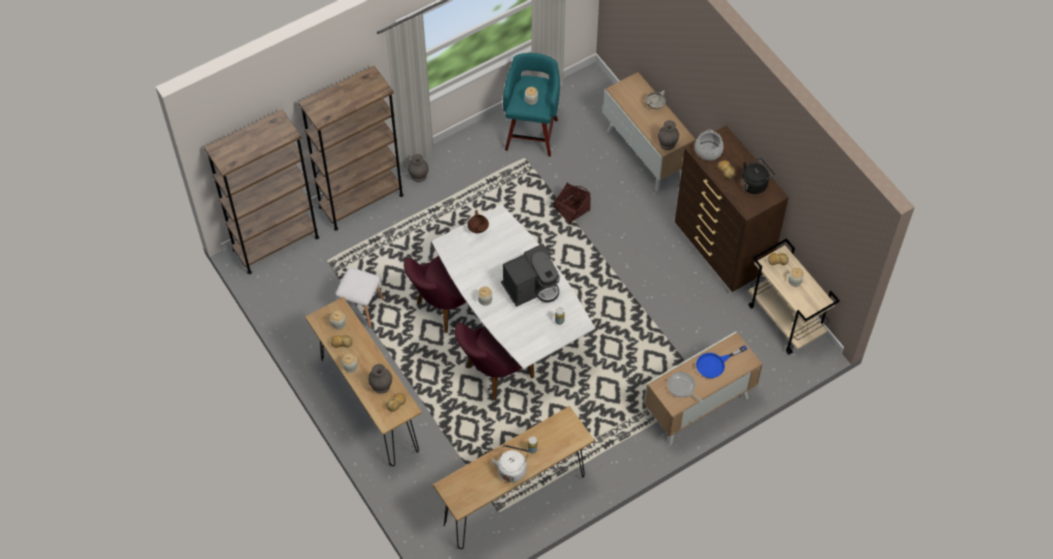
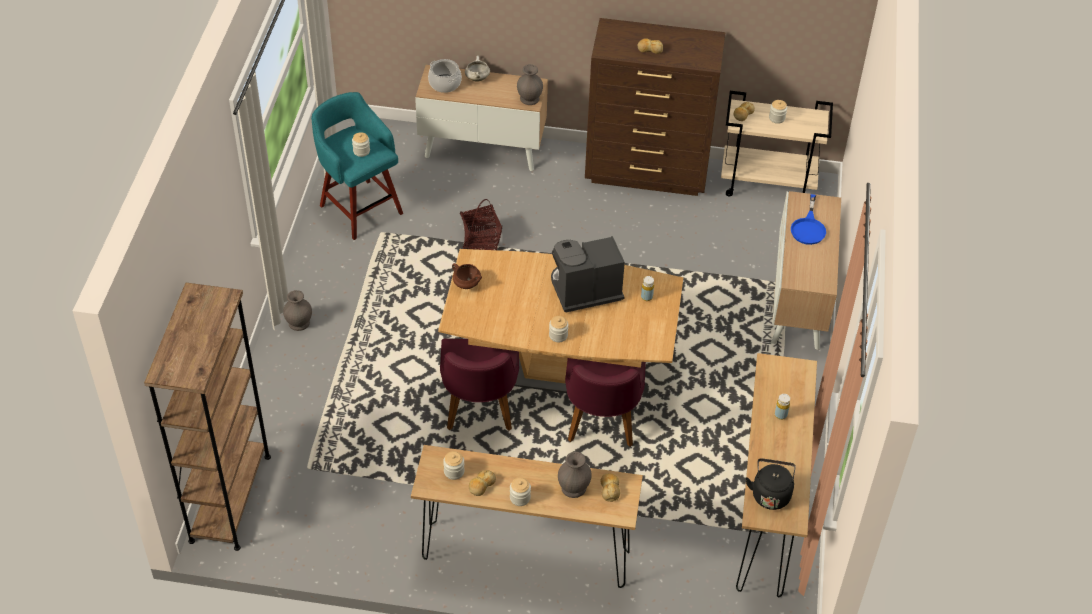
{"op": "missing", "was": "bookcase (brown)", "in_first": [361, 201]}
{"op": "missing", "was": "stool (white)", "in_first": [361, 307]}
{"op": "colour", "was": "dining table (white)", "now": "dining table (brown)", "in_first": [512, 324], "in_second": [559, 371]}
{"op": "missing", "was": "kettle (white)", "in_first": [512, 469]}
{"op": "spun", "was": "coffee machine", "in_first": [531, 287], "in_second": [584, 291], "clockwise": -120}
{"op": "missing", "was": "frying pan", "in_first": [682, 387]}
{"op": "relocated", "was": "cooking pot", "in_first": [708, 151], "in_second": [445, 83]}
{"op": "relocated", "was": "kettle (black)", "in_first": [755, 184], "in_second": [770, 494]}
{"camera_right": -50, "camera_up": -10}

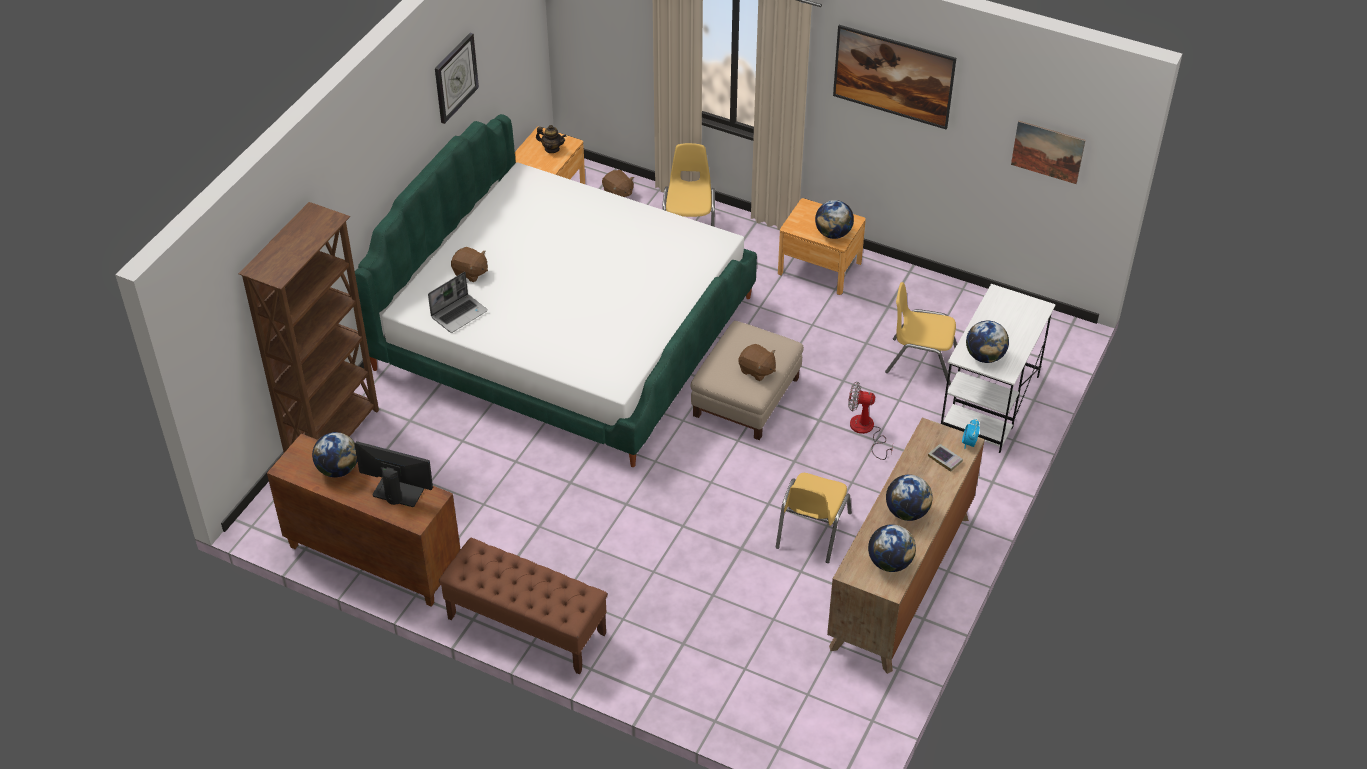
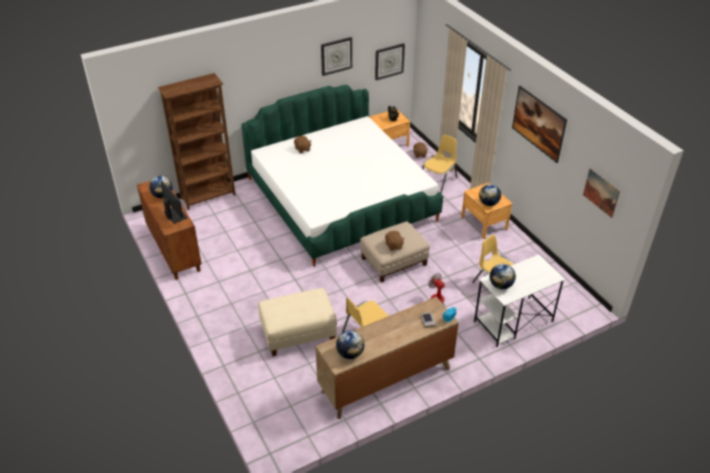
{"op": "missing", "was": "laptop", "in_first": [459, 314]}
{"op": "missing", "was": "bench (brown)", "in_first": [526, 626]}
{"op": "missing", "was": "globe", "in_first": [907, 512]}
{"op": "appeared", "now": "ottoman (beige)", "in_second": [298, 334]}
{"op": "appeared", "now": "wall clock", "in_second": [389, 61]}
{"camera_right": 35, "camera_up": -5}

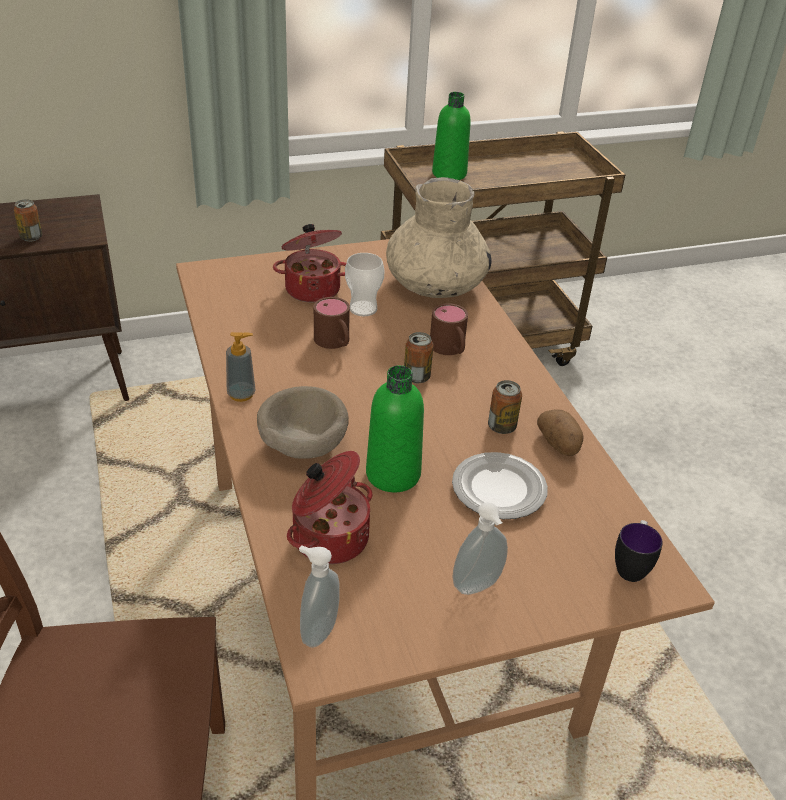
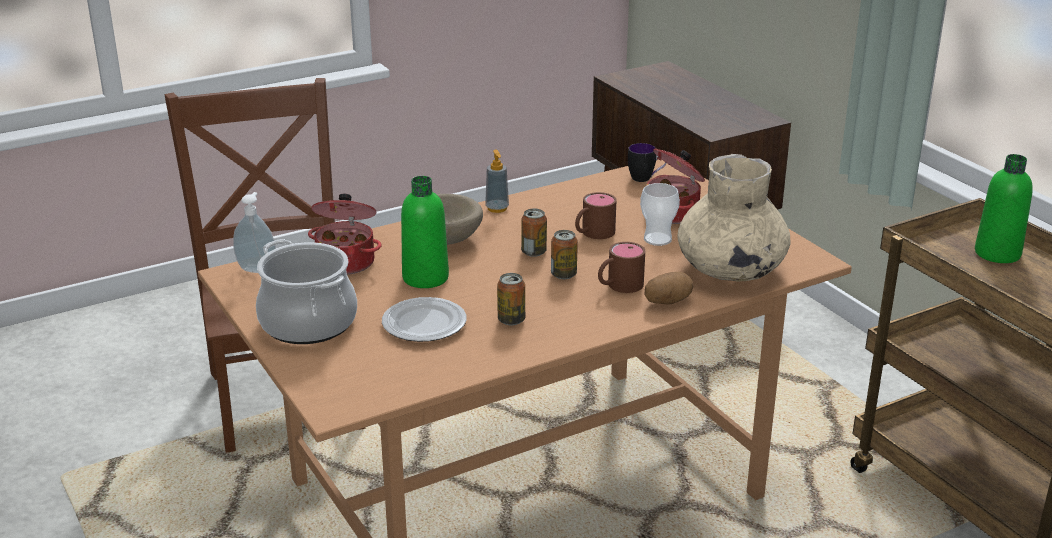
{"op": "relocated", "was": "can", "in_first": [31, 237], "in_second": [534, 252]}
{"op": "exchanged", "was": "soap dispenser", "now": "cooking pot", "in_first": [478, 587], "in_second": [309, 323]}
{"op": "relocated", "was": "potato", "in_first": [559, 445], "in_second": [667, 301]}
{"op": "relocated", "was": "mug", "in_first": [631, 566], "in_second": [646, 179]}
{"camera_right": 80, "camera_up": -10}

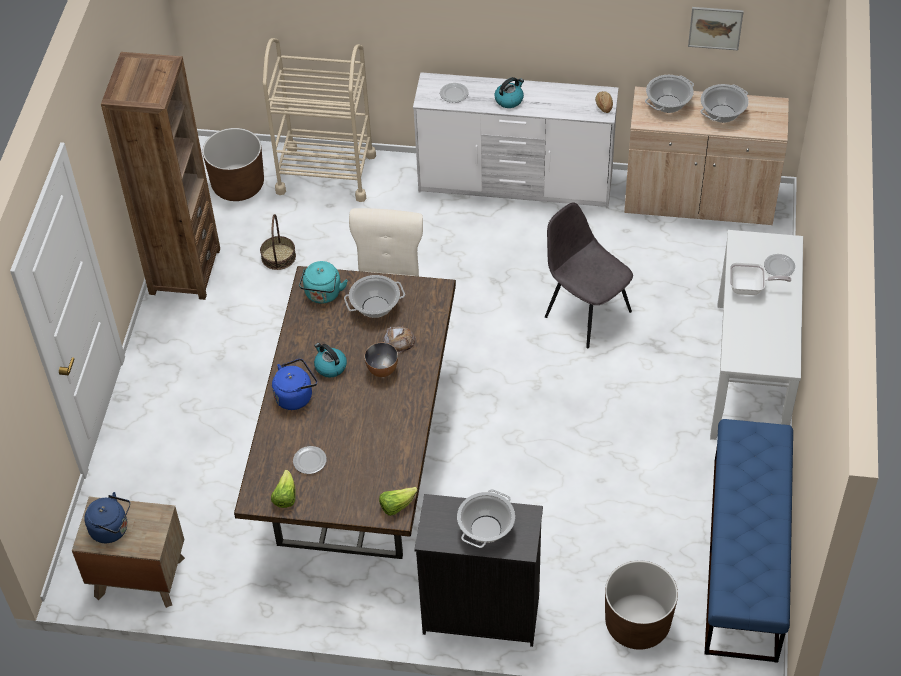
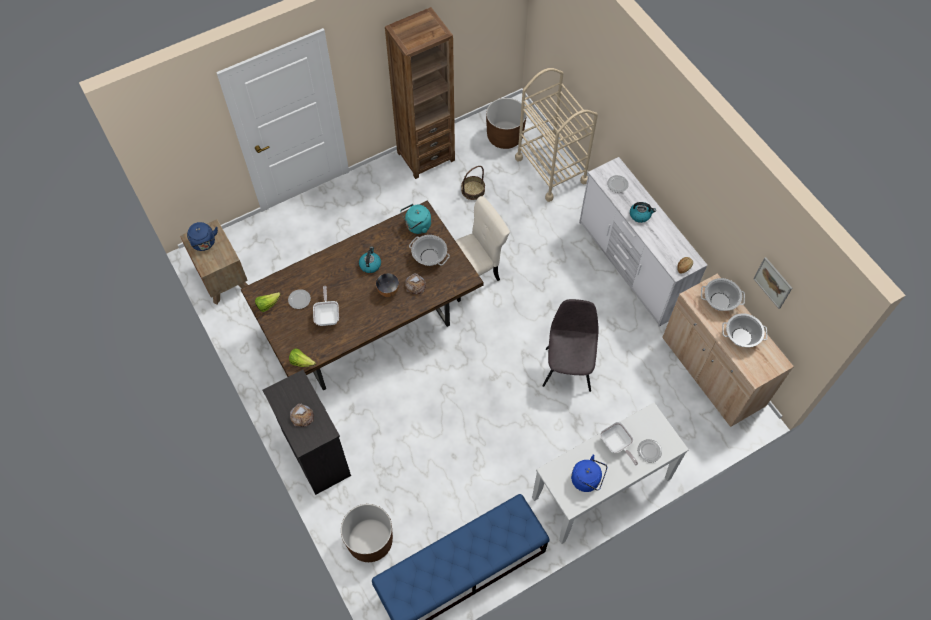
{"op": "relocated", "was": "kettle (blue)", "in_first": [296, 396], "in_second": [587, 480]}
{"op": "exchanged", "was": "cooking pot", "now": "bread", "in_first": [486, 528], "in_second": [302, 416]}
{"op": "appeared", "now": "frying pan", "in_second": [327, 315]}
{"camera_right": 50, "camera_up": 10}

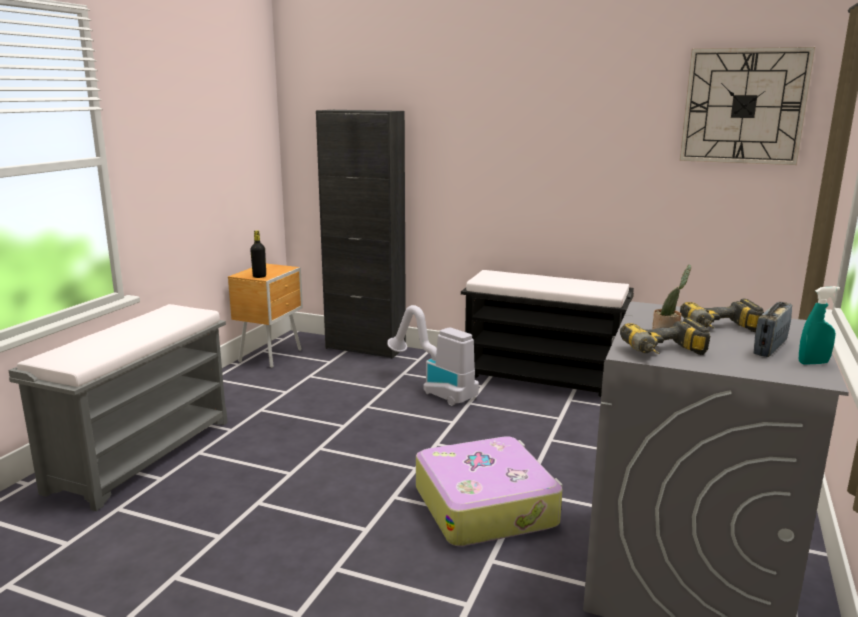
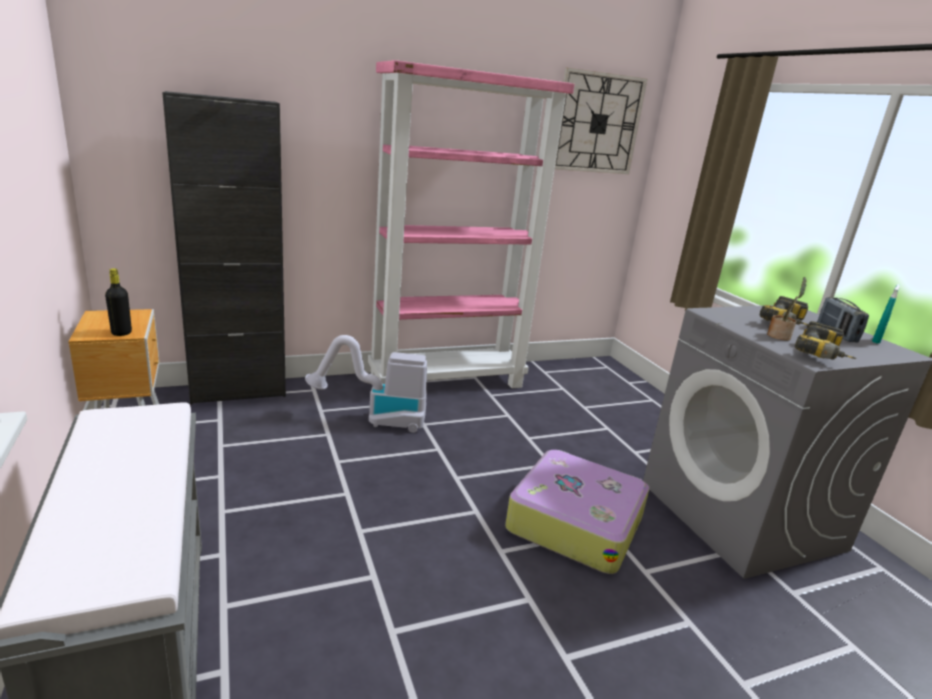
{"op": "exchanged", "was": "bench (black)", "now": "bookcase (pink)", "in_first": [543, 380], "in_second": [447, 382]}
{"camera_right": -45, "camera_up": 5}

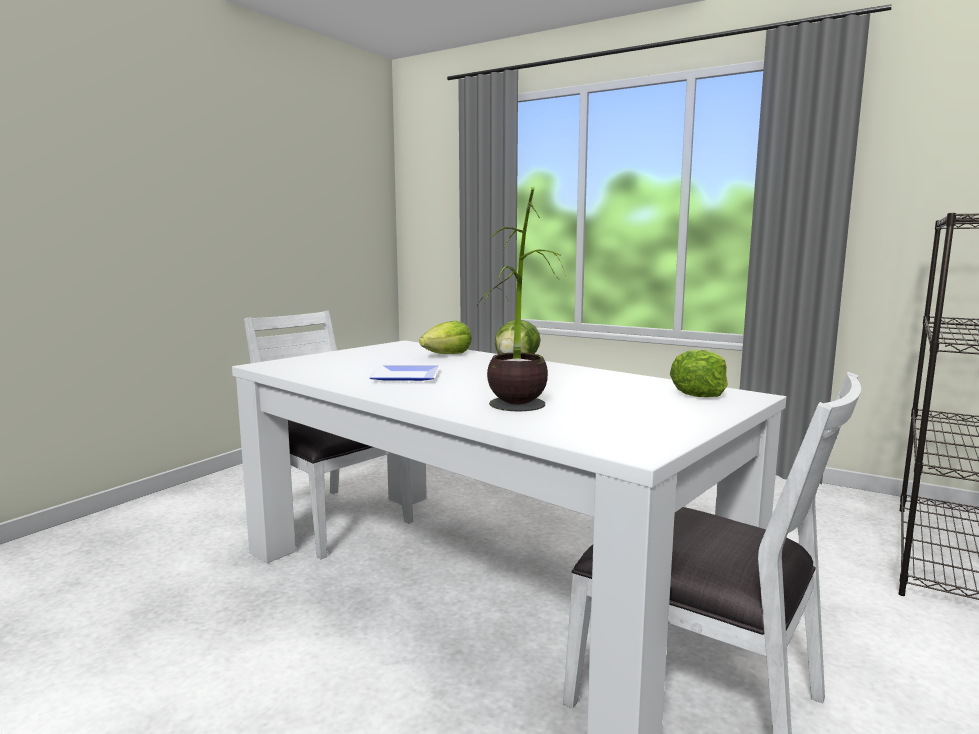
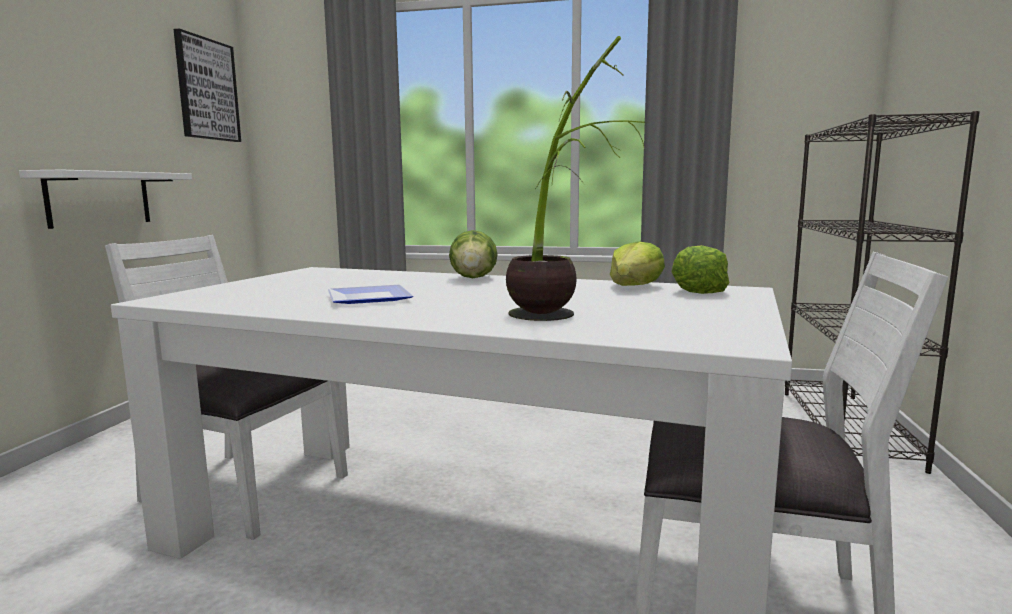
{"op": "relocated", "was": "lettuce", "in_first": [447, 355], "in_second": [634, 286]}
{"op": "appeared", "now": "shelf (white)", "in_second": [99, 198]}
{"op": "appeared", "now": "picture", "in_second": [207, 89]}
{"camera_right": -20, "camera_up": 0}

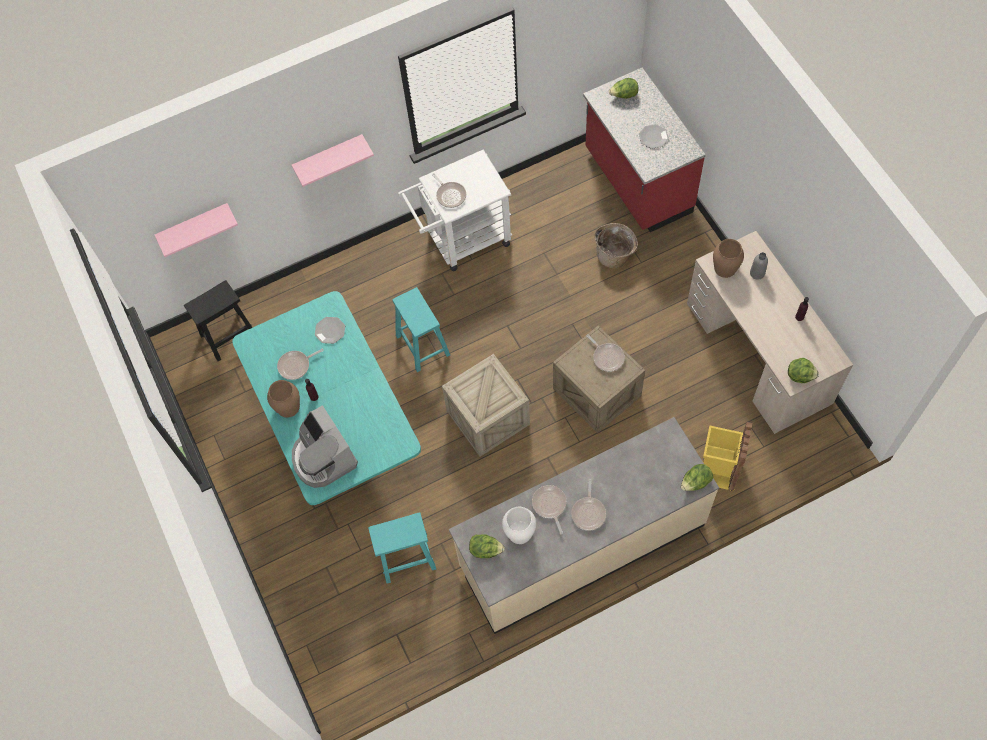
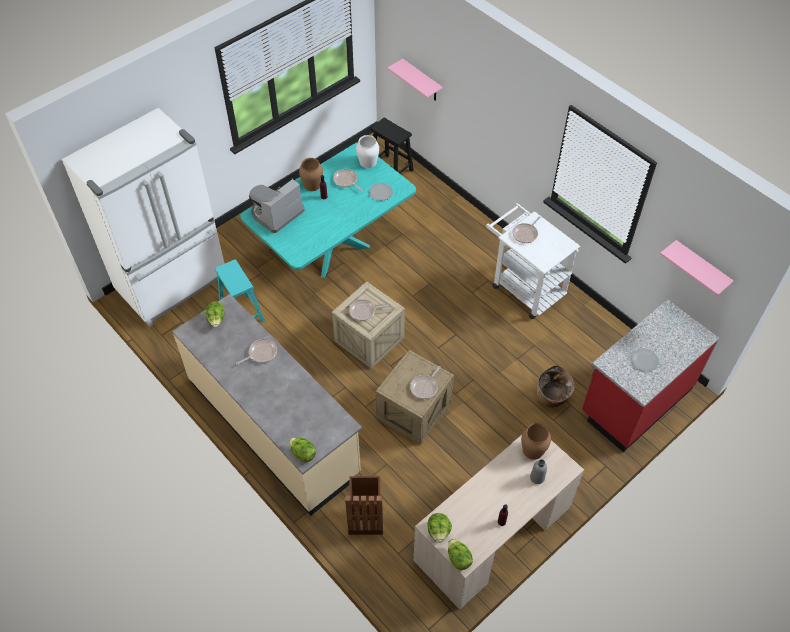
{"op": "relocated", "was": "shelf (pink)", "in_first": [329, 158], "in_second": [700, 268]}
{"op": "missing", "was": "stool (turquoise)", "in_first": [423, 346]}
{"op": "relocated", "was": "vase (white)", "in_first": [519, 532], "in_second": [367, 162]}
{"op": "relocated", "was": "frying pan", "in_first": [589, 512], "in_second": [364, 311]}
{"op": "relocated", "was": "lettuce", "in_first": [624, 95], "in_second": [458, 558]}
{"op": "colour", "was": "trash can (yellow)", "now": "trash can (brown)", "in_first": [718, 470], "in_second": [365, 518]}
{"op": "appeared", "now": "fridge (white)", "in_second": [174, 284]}
{"camera_right": 70, "camera_up": -10}

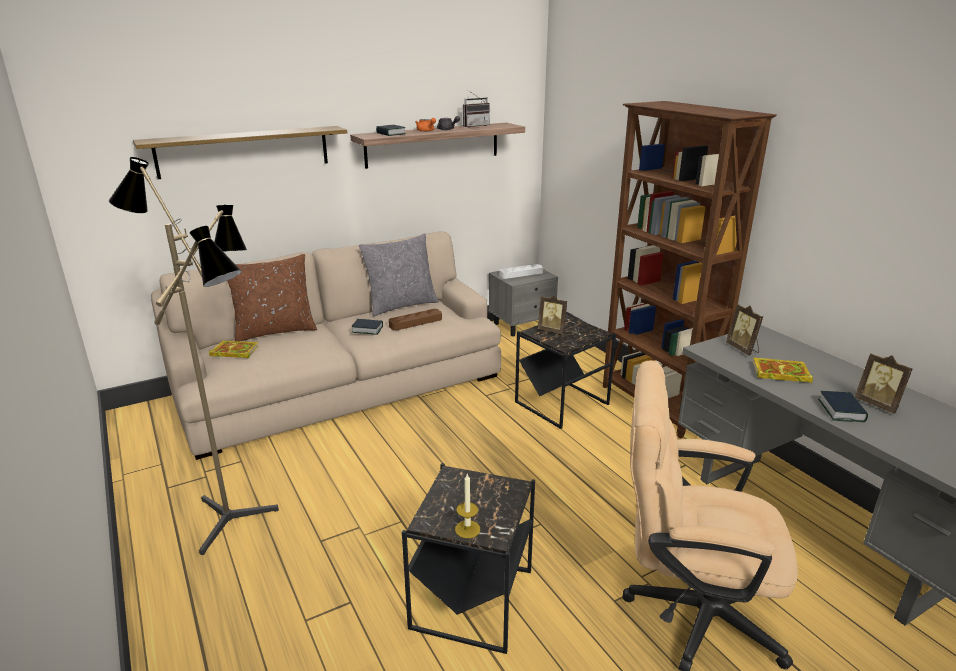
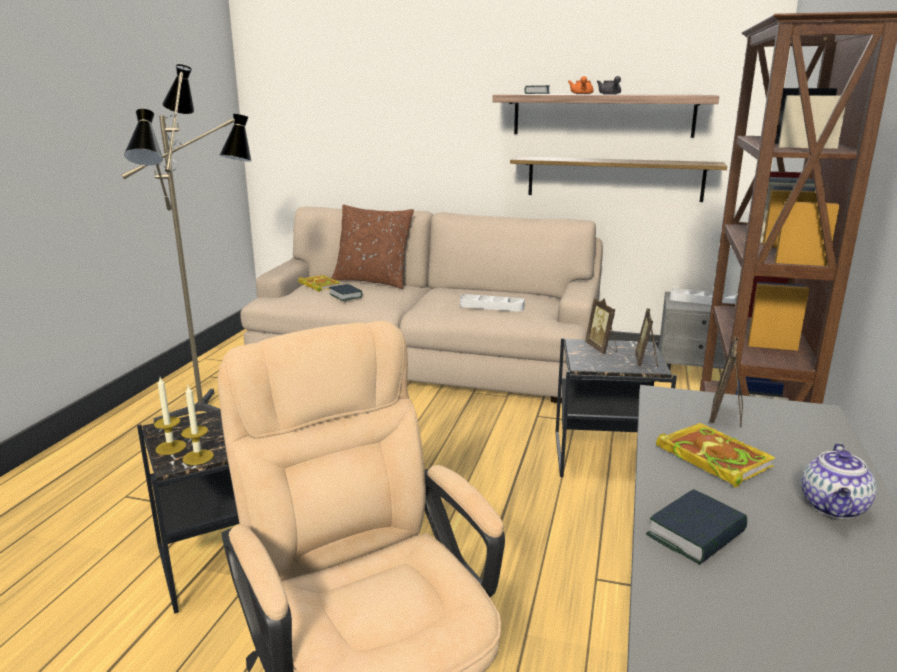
{"op": "relocated", "was": "shelf", "in_first": [244, 151], "in_second": [614, 178]}
{"op": "relocated", "was": "book", "in_first": [367, 329], "in_second": [345, 296]}
{"op": "missing", "was": "pillow (grey)", "in_first": [401, 305]}
{"op": "colour", "was": "tray (brown)", "now": "tray (white)", "in_first": [415, 322], "in_second": [491, 306]}
{"op": "missing", "was": "radio", "in_first": [474, 126]}
{"op": "relocated", "was": "picture frame", "in_first": [878, 404], "in_second": [646, 361]}
{"op": "appeared", "now": "candle", "in_second": [198, 457]}
{"op": "appeared", "now": "teapot", "in_second": [834, 508]}
{"camera_right": 45, "camera_up": -5}

